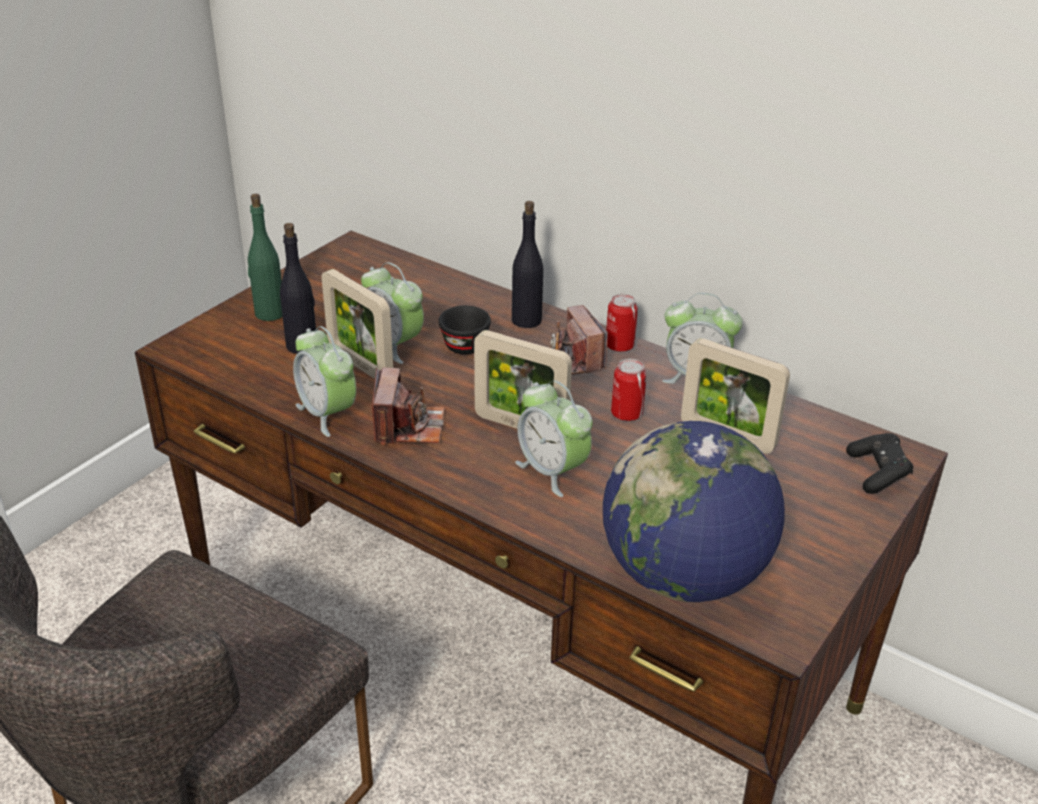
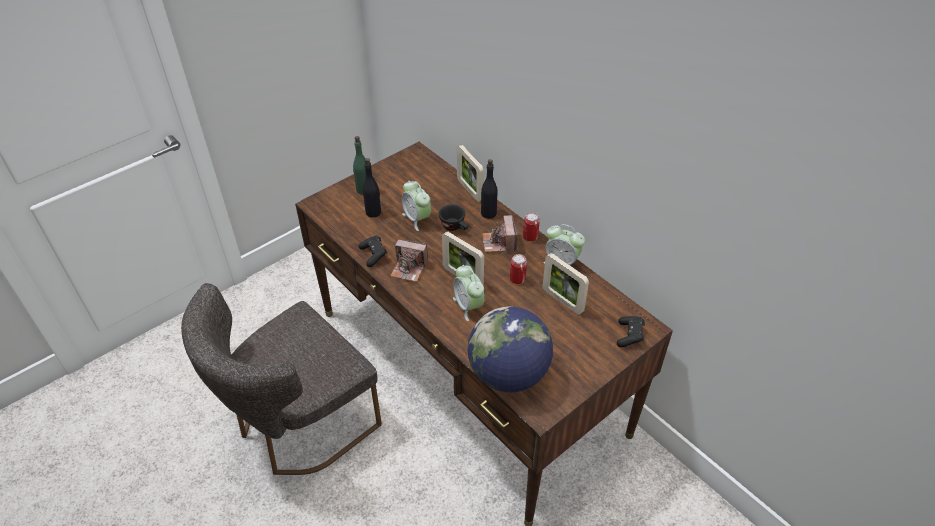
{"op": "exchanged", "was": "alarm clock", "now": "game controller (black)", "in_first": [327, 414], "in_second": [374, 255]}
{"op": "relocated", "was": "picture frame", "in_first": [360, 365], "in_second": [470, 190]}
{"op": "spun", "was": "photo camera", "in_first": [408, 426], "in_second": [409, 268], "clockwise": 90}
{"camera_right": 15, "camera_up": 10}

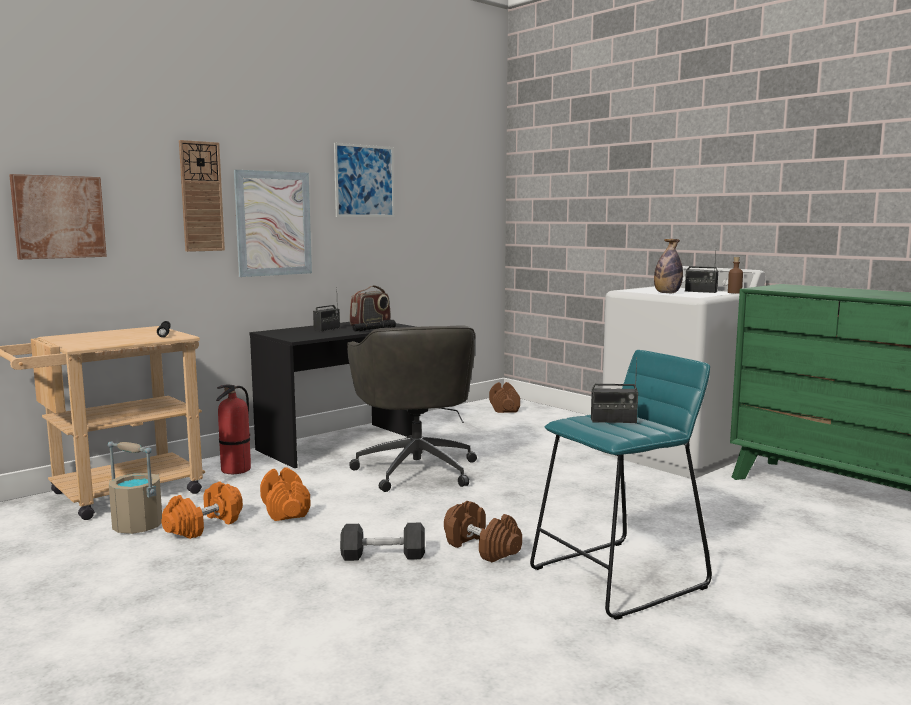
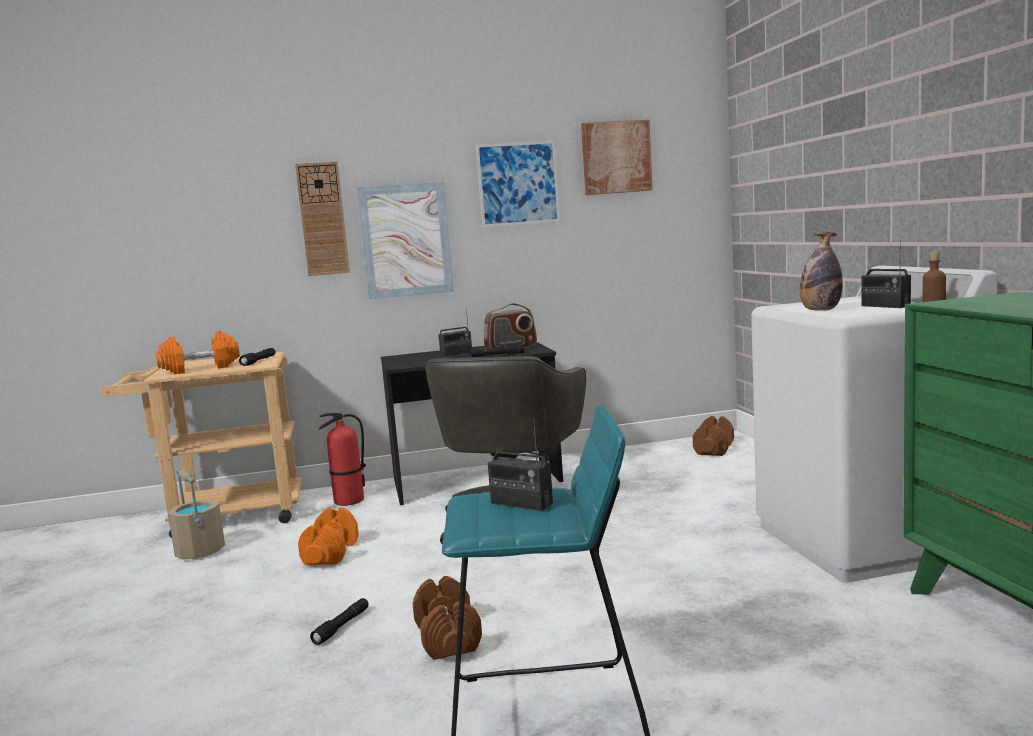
{"op": "relocated", "was": "picture", "in_first": [58, 217], "in_second": [616, 157]}
{"op": "relocated", "was": "dumbbell (orange)", "in_first": [204, 526], "in_second": [200, 369]}
{"op": "exchanged", "was": "dumbbell (black)", "now": "flashlight (black)", "in_first": [383, 556], "in_second": [342, 626]}
{"camera_right": 30, "camera_up": 0}

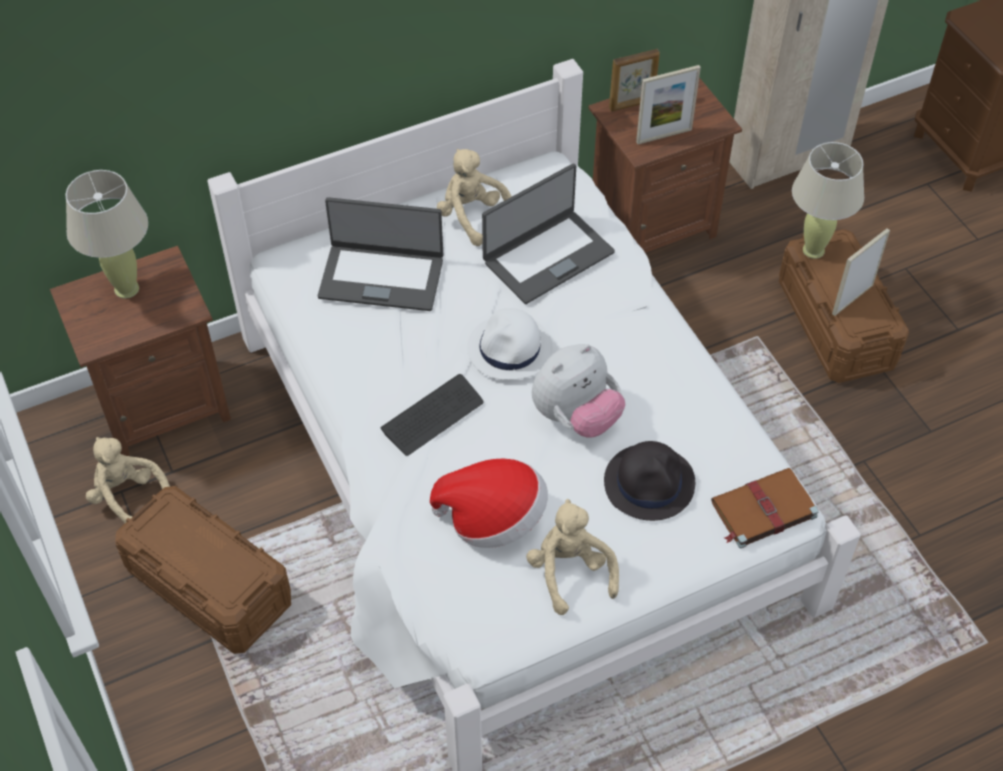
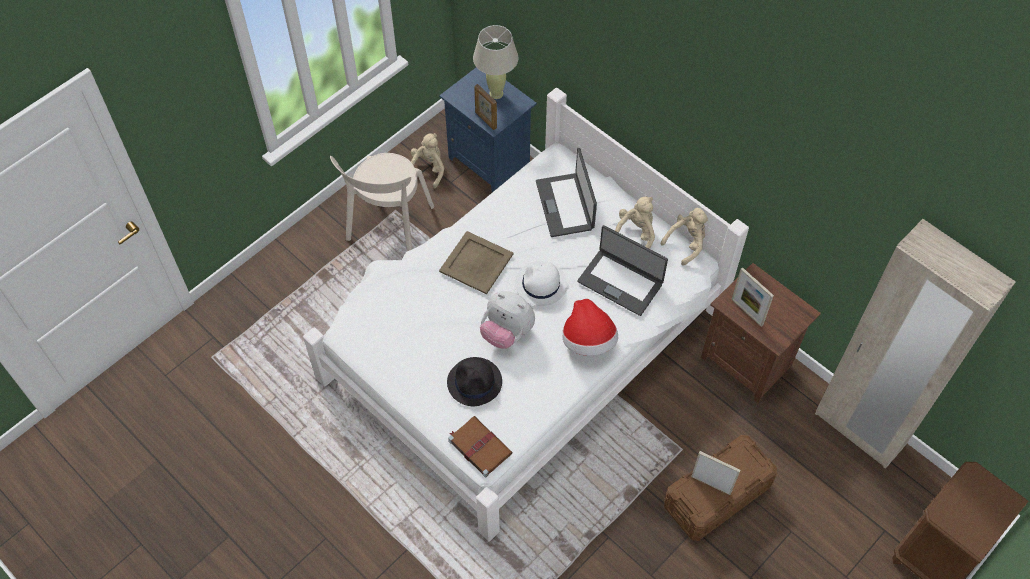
{"op": "colour", "was": "nightstand (brown)", "now": "nightstand (blue)", "in_first": [162, 405], "in_second": [490, 160]}
{"op": "exchanged", "was": "storage box (brown)", "now": "chair (beige)", "in_first": [209, 586], "in_second": [388, 226]}
{"op": "exchanged", "was": "keyboard", "now": "tray (beige)", "in_first": [433, 416], "in_second": [477, 262]}
{"op": "relocated", "was": "hat", "in_first": [493, 518], "in_second": [588, 340]}
{"op": "relocated", "was": "plush toy (beige)", "in_first": [570, 572], "in_second": [687, 242]}
{"op": "relocated", "was": "picture frame", "in_first": [632, 105], "in_second": [485, 120]}
{"op": "missing", "was": "table lamp (beige)", "in_first": [813, 250]}
{"camera_right": 70, "camera_up": 5}

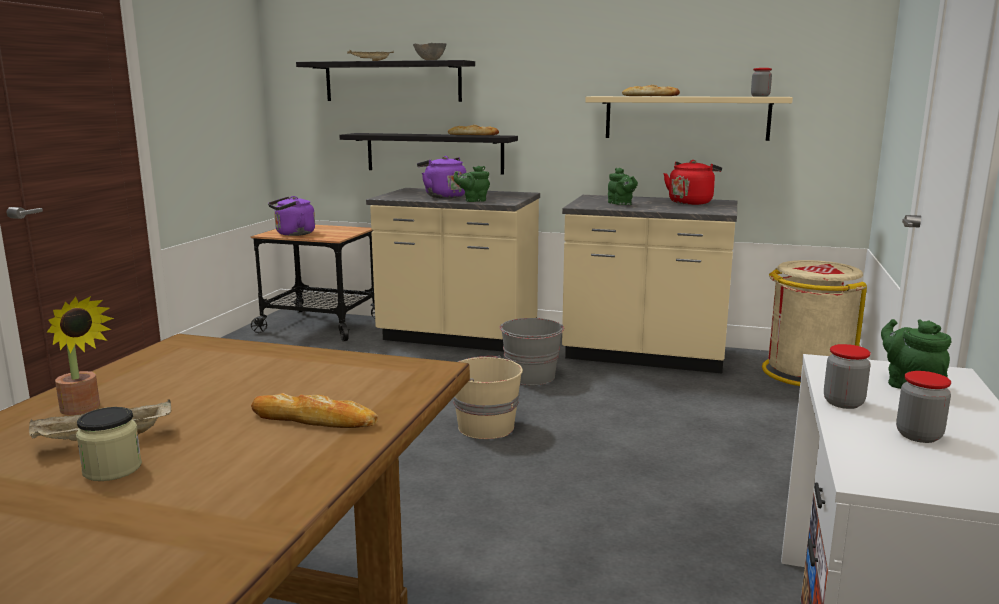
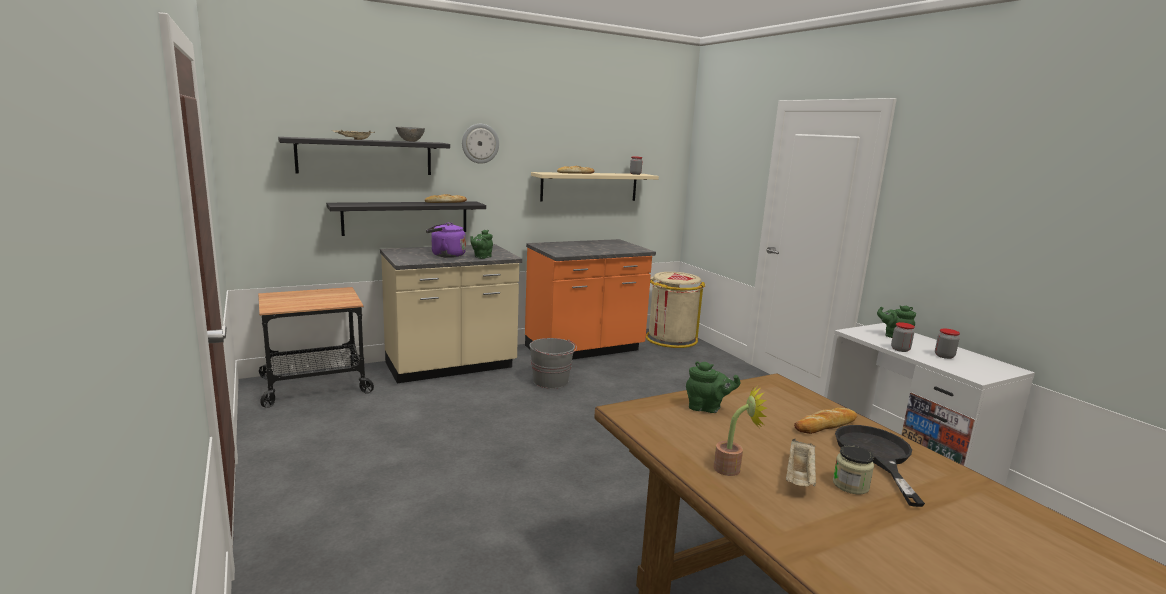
{"op": "missing", "was": "kettle (purple)", "in_first": [293, 234]}
{"op": "missing", "was": "bucket (beige)", "in_first": [484, 427]}
{"op": "colour", "was": "counter (beige)", "now": "counter (orange)", "in_first": [644, 356], "in_second": [585, 350]}
{"op": "relocated", "was": "teapot (green)", "in_first": [621, 204], "in_second": [707, 408]}
{"op": "missing", "was": "kettle (red)", "in_first": [691, 202]}
{"op": "appeared", "now": "wall clock", "in_second": [480, 143]}
{"op": "appeared", "now": "frying pan (black)", "in_second": [876, 455]}
{"camera_right": -45, "camera_up": 0}

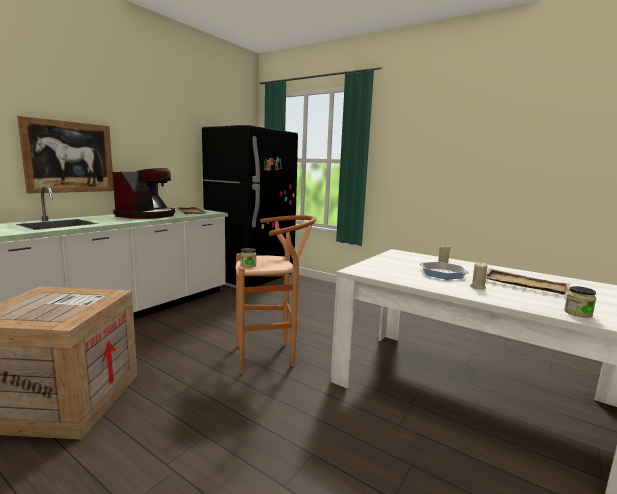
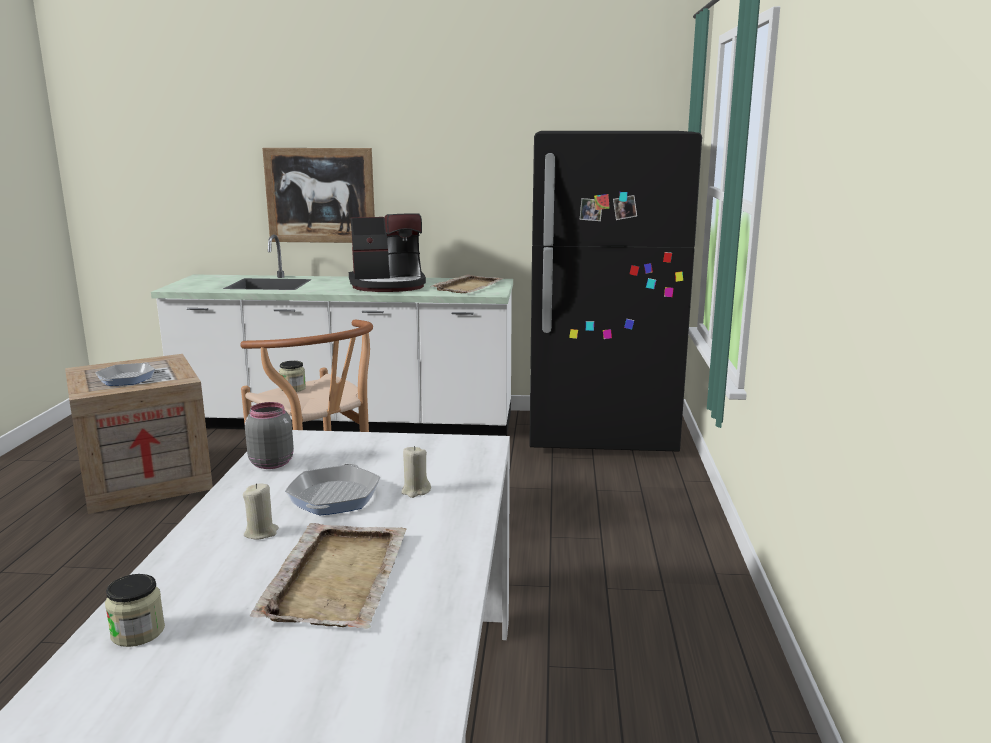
{"op": "appeared", "now": "frying pan", "in_second": [126, 379]}
{"op": "appeared", "now": "jar (grey)", "in_second": [271, 463]}
{"camera_right": 60, "camera_up": 5}

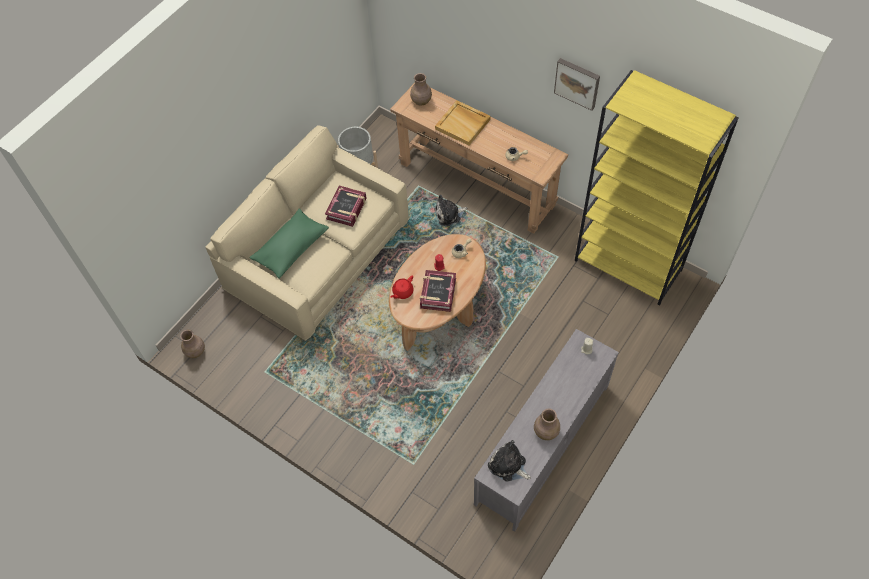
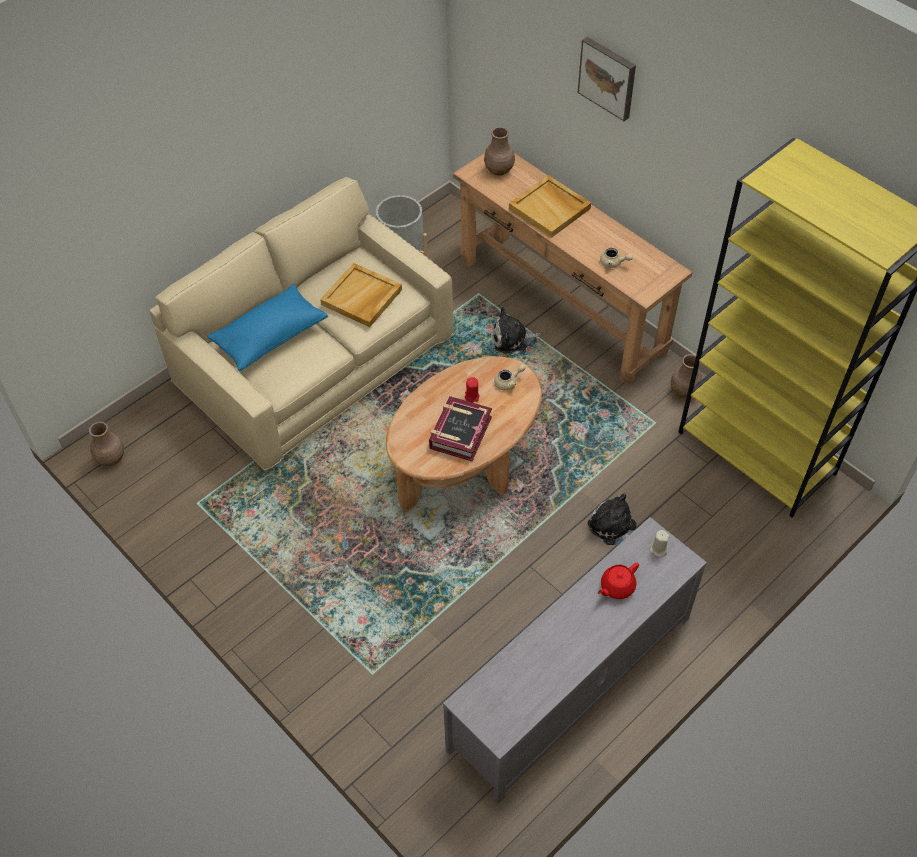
{"op": "colour", "was": "pillow (green)", "now": "pillow (blue)", "in_first": [291, 249], "in_second": [270, 337]}
{"op": "exchanged", "was": "book", "now": "tray (beige)", "in_first": [347, 209], "in_second": [362, 298]}
{"op": "relocated", "was": "teapot (red)", "in_first": [402, 292], "in_second": [616, 587]}
{"op": "relocated", "was": "plush toy", "in_first": [508, 465], "in_second": [613, 528]}
{"op": "relocated", "was": "vase (brown)", "in_first": [546, 431], "in_second": [684, 391]}
{"op": "relocated", "was": "picture", "in_first": [577, 83], "in_second": [608, 77]}
{"camera_right": 10, "camera_up": -5}

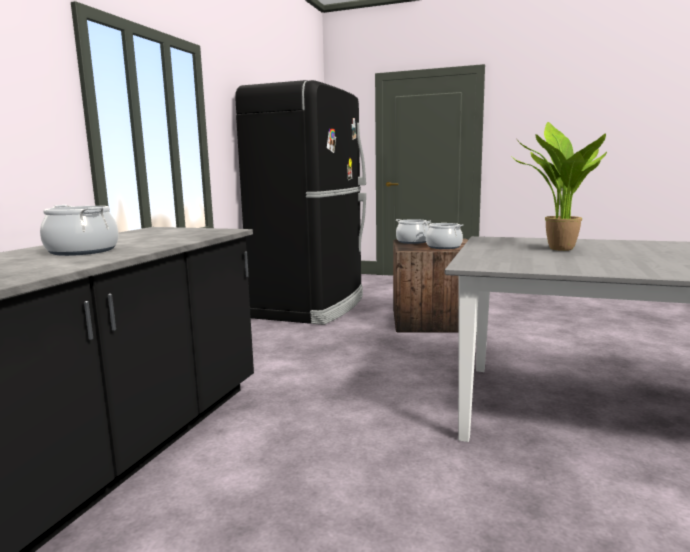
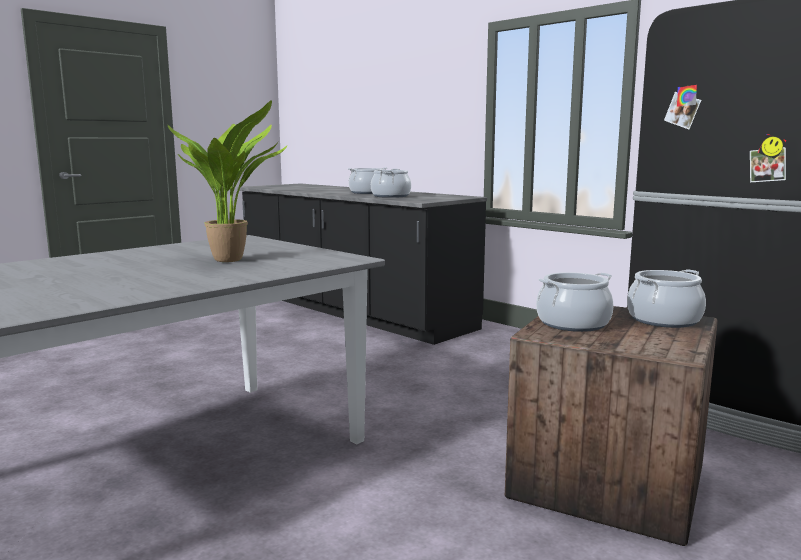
{"op": "appeared", "now": "cooking pot", "in_second": [390, 196]}
{"camera_right": 115, "camera_up": 0}

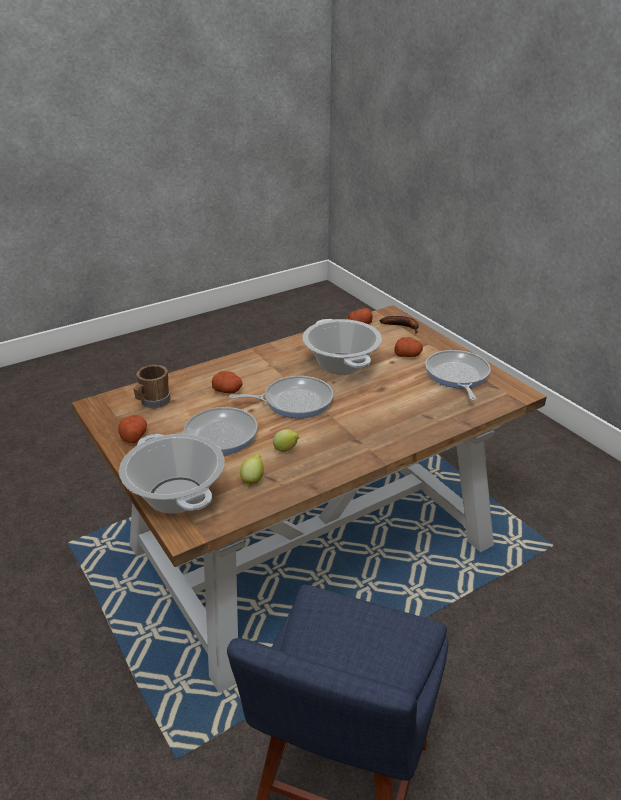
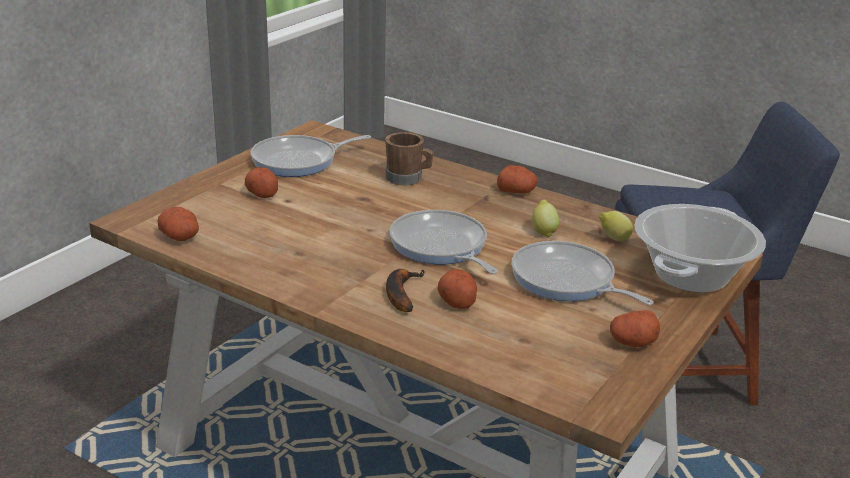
{"op": "relocated", "was": "mug (brown)", "in_first": [153, 402], "in_second": [408, 178]}
{"op": "missing", "was": "cooking pot", "in_first": [340, 364]}
{"op": "relocated", "was": "banana", "in_first": [403, 326], "in_second": [400, 293]}
{"op": "appeared", "now": "potato", "in_second": [517, 191]}
{"camera_right": -115, "camera_up": -5}

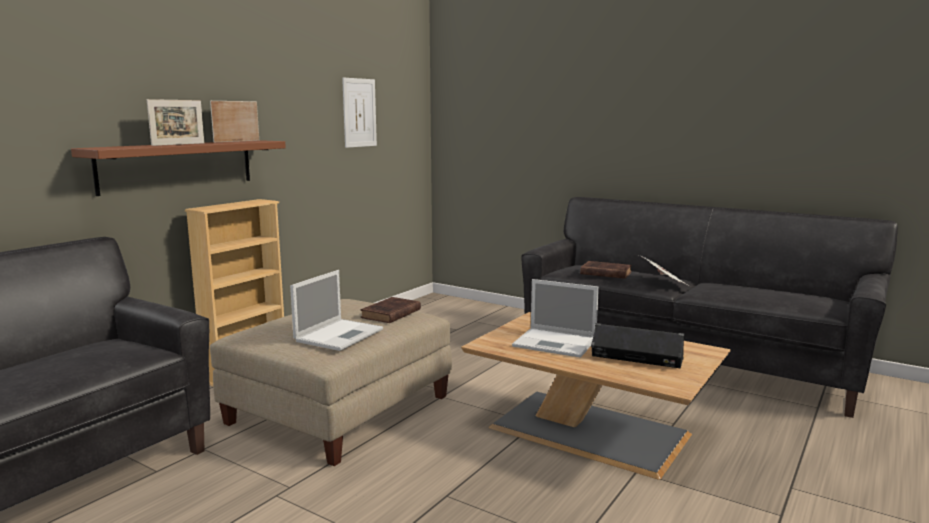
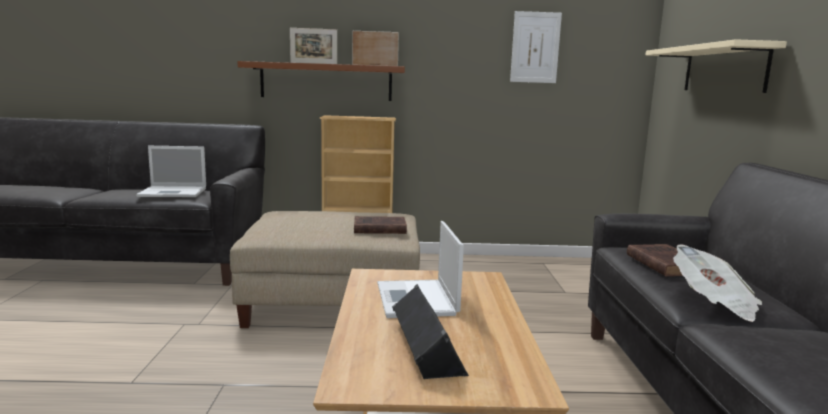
{"op": "relocated", "was": "laptop", "in_first": [340, 335], "in_second": [174, 192]}
{"op": "appeared", "now": "shelf (beige)", "in_second": [724, 69]}
{"camera_right": 55, "camera_up": 0}

